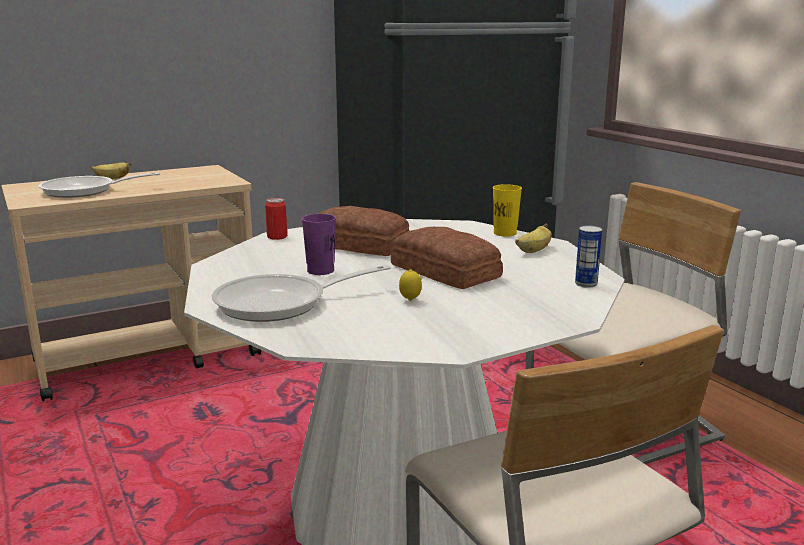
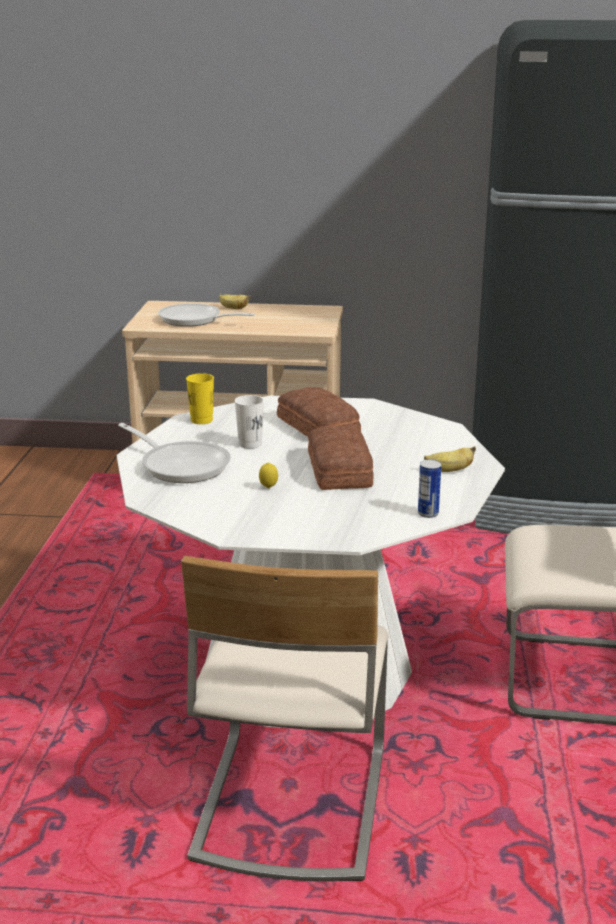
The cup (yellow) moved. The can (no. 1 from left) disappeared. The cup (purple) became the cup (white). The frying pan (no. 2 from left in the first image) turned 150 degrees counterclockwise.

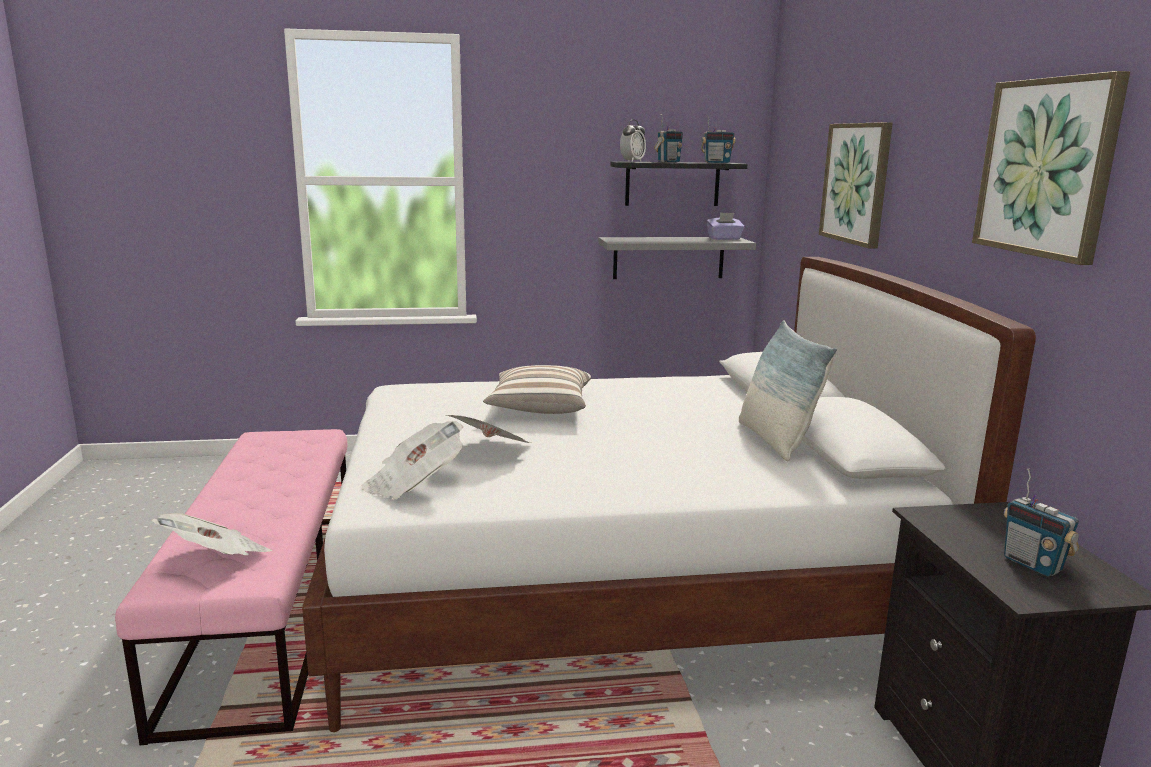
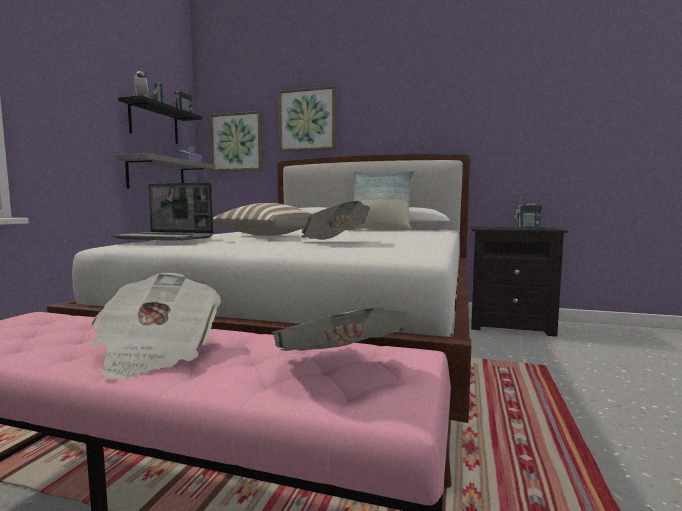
The picture (no. 2 from left in the first image) moved. The newspaper (no. 2 from left in the first image) moved. The laptop appeared.

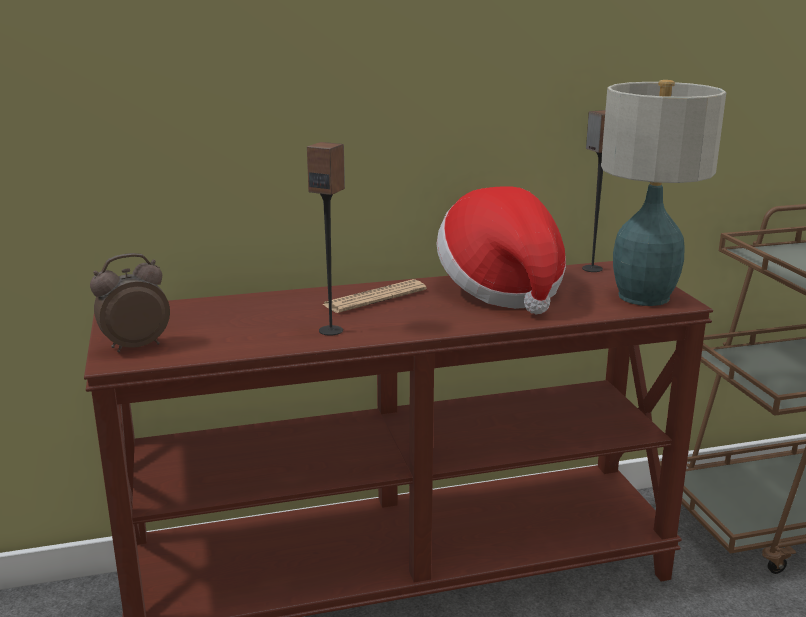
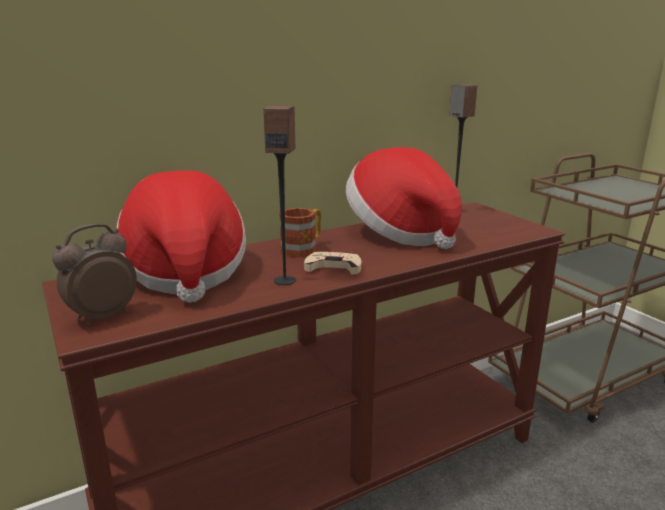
The table lamp disappeared. The newspaper was replaced by the mug. The hat (no. 1 from left) appeared. The game controller (beige) appeared.

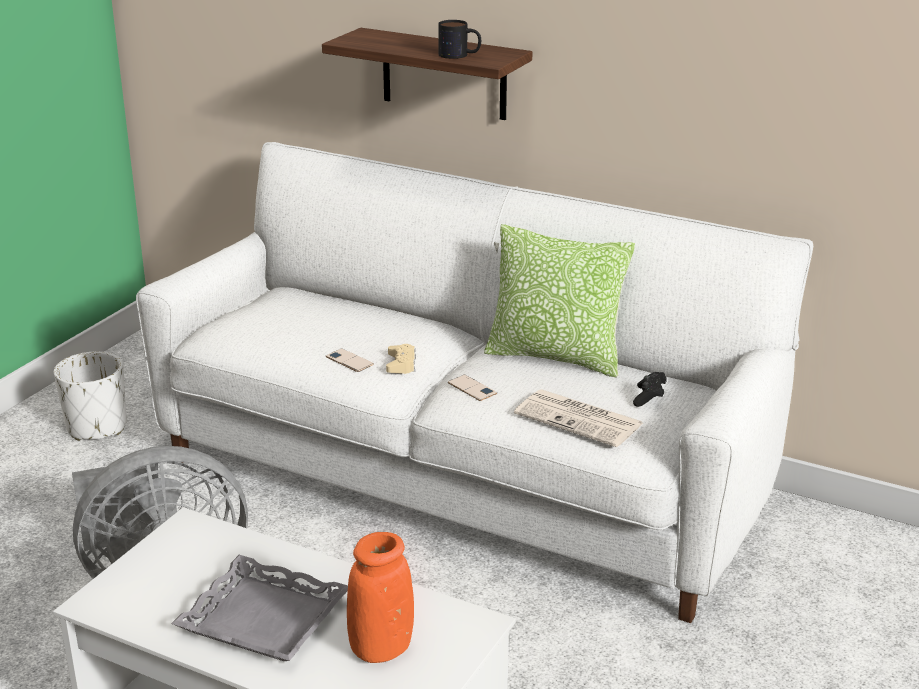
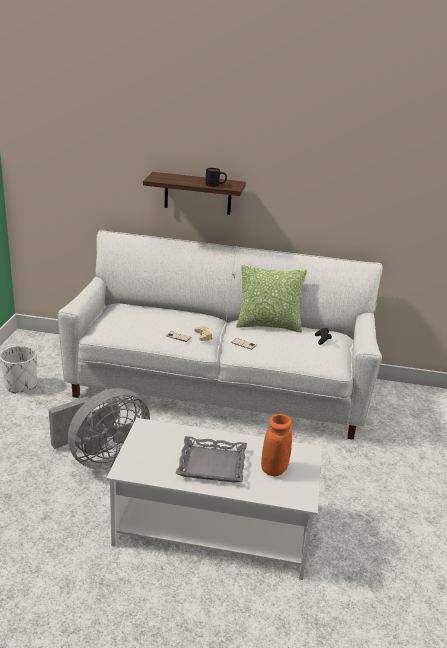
The newspaper disappeared.

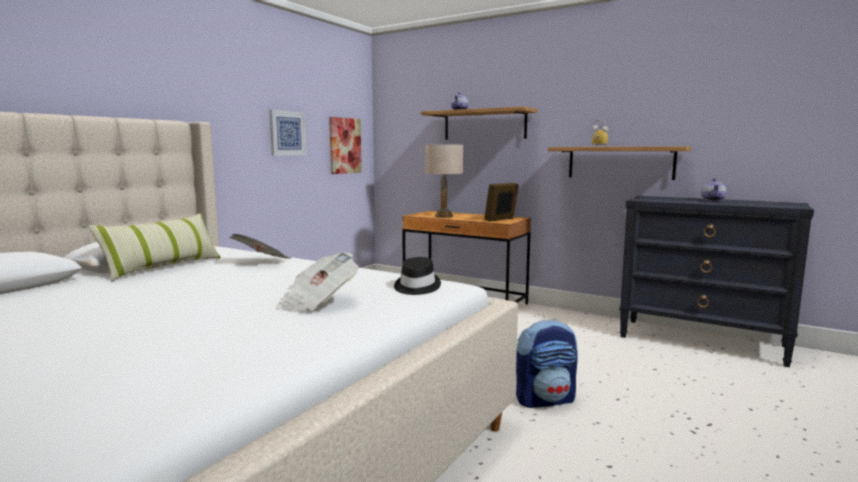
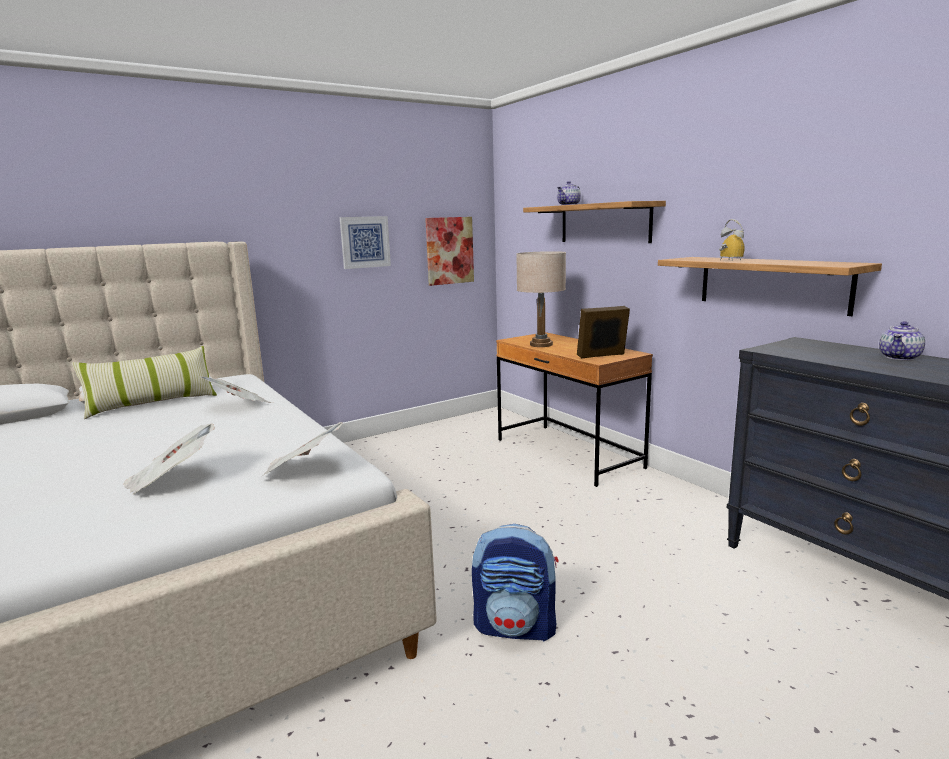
The hat (black) was replaced by the newspaper (no. 3 from left).

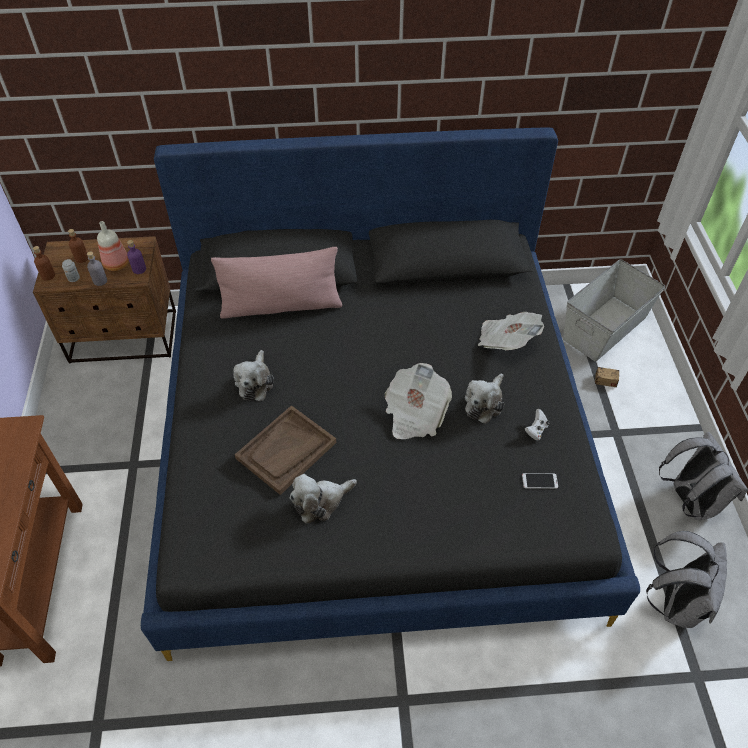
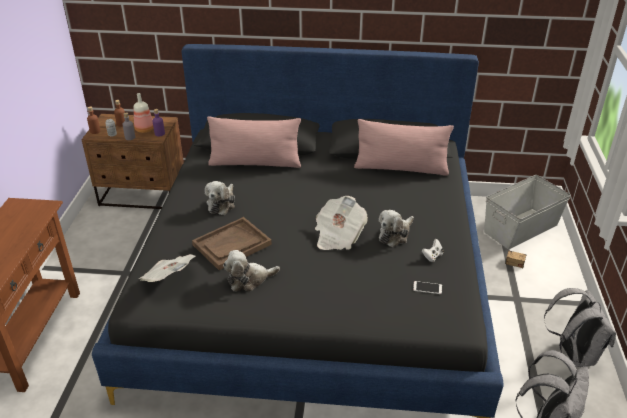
The newspaper (no. 2 from left in the first image) moved. The pillow (pink) (no. 2 from left) appeared.

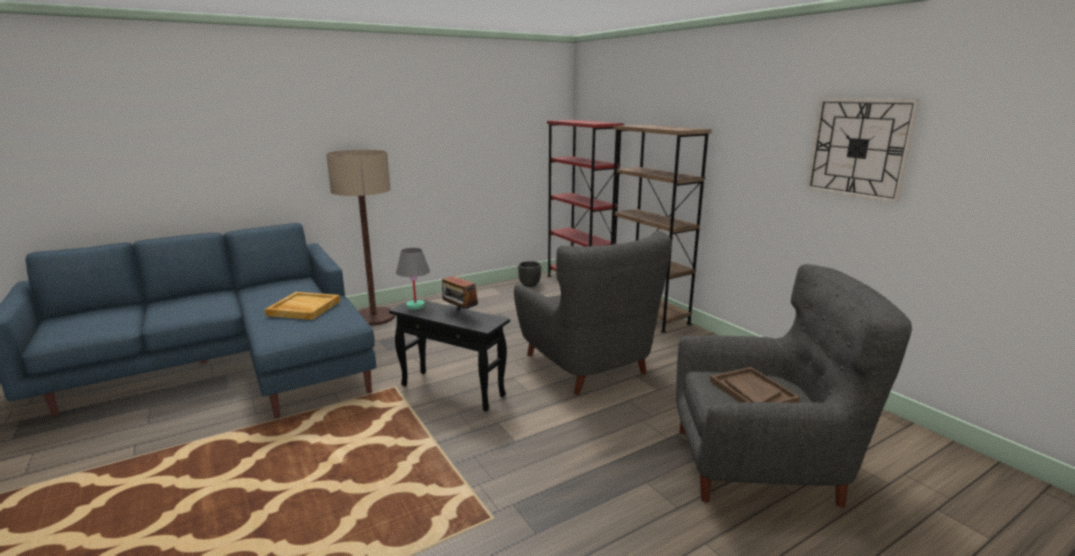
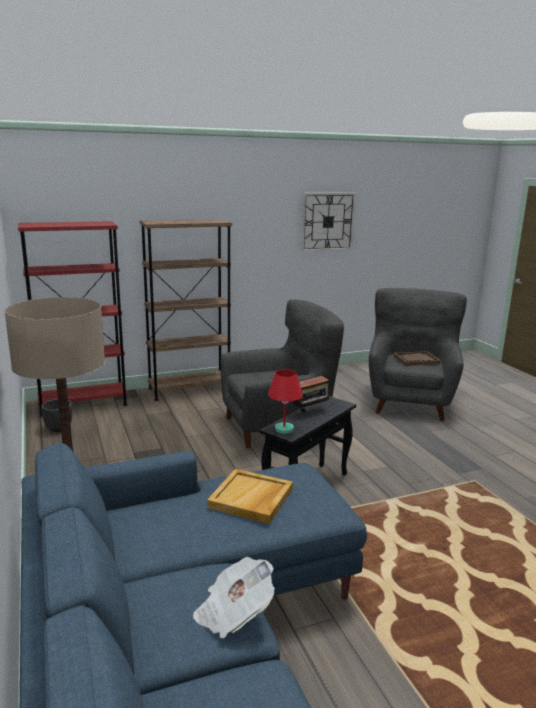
The table lamp (grey) became the table lamp (red). The newspaper appeared.

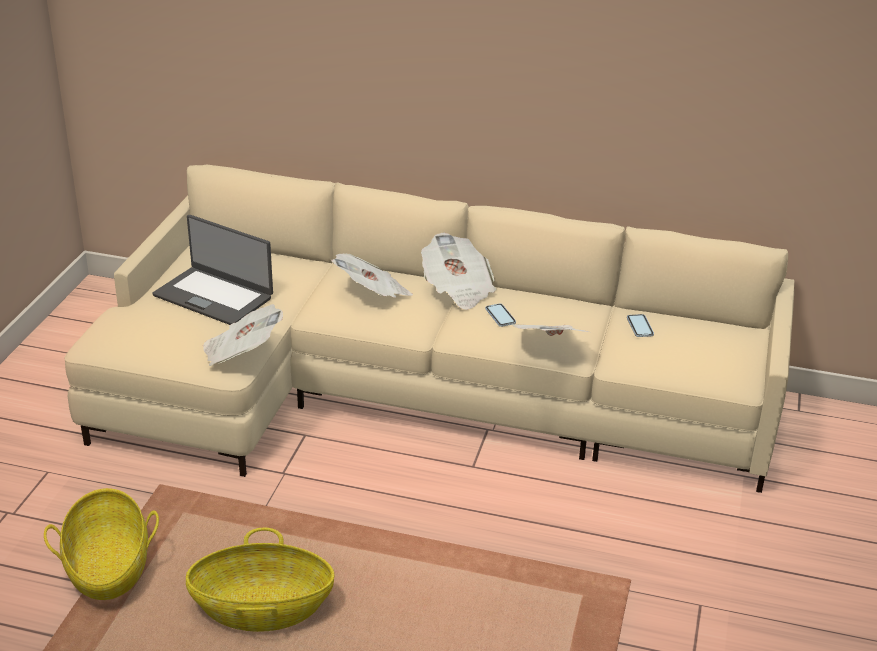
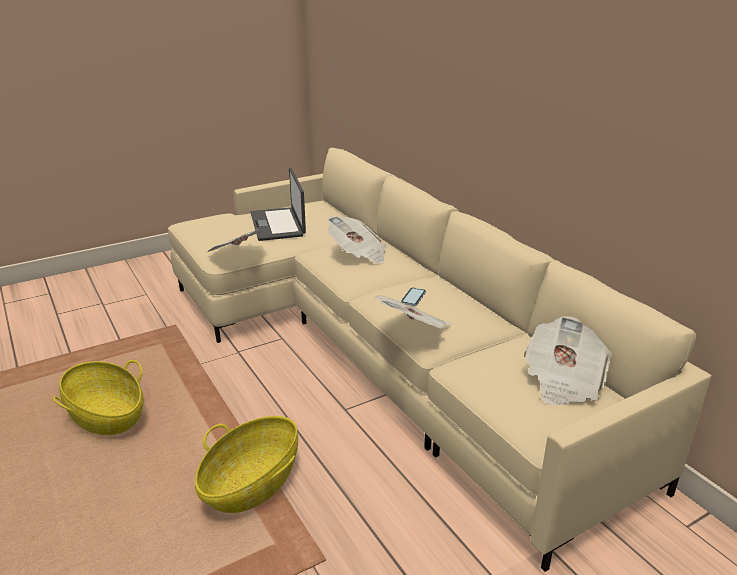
The newspaper (no. 3 from left in the first image) moved. The phone (no. 2 from left) disappeared. The basket (no. 1 from left in the first image) moved.

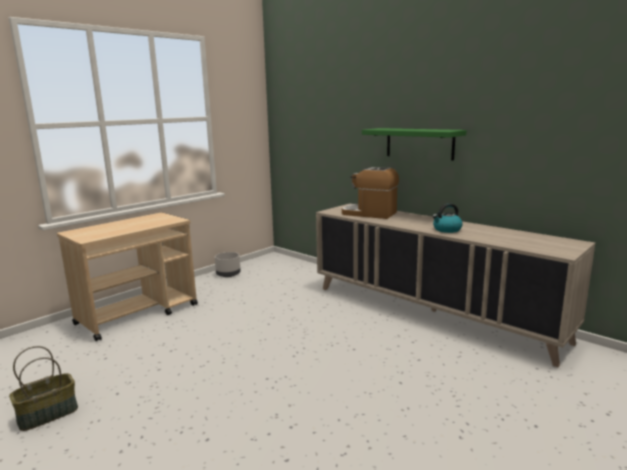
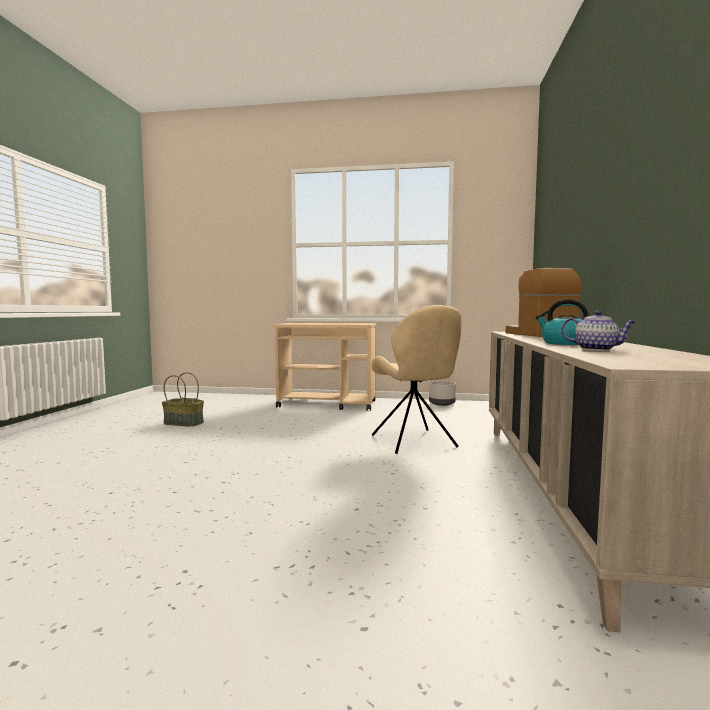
The shelf (green) disappeared. The chair (beige) appeared. The teapot appeared.

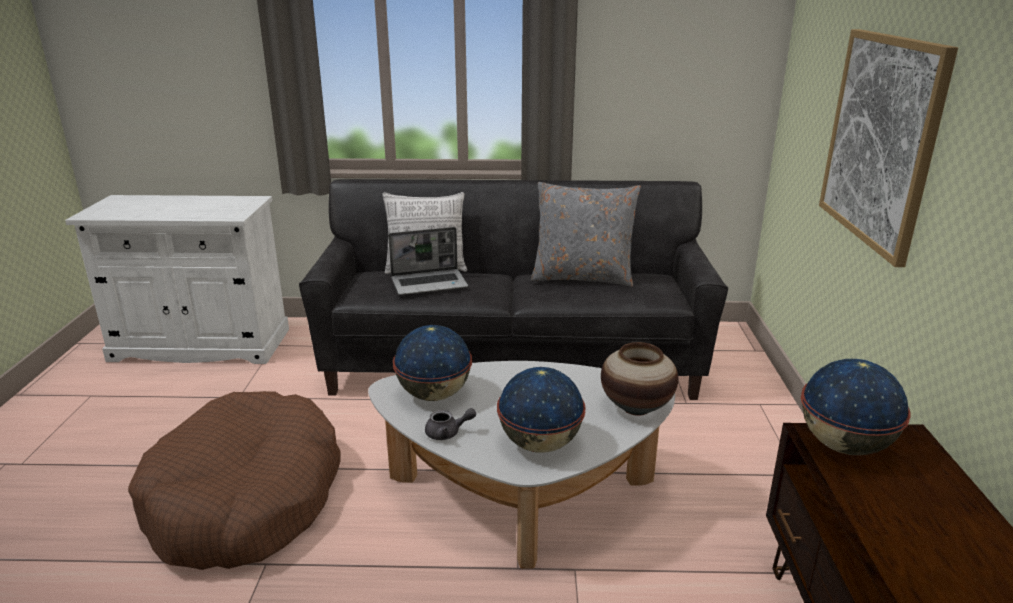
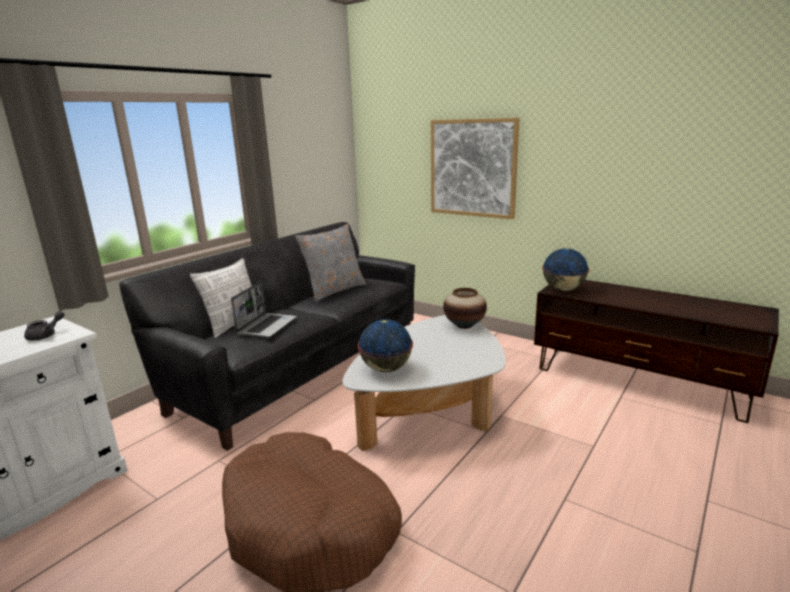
The globe (no. 2 from left) disappeared. The teapot (grey) moved.

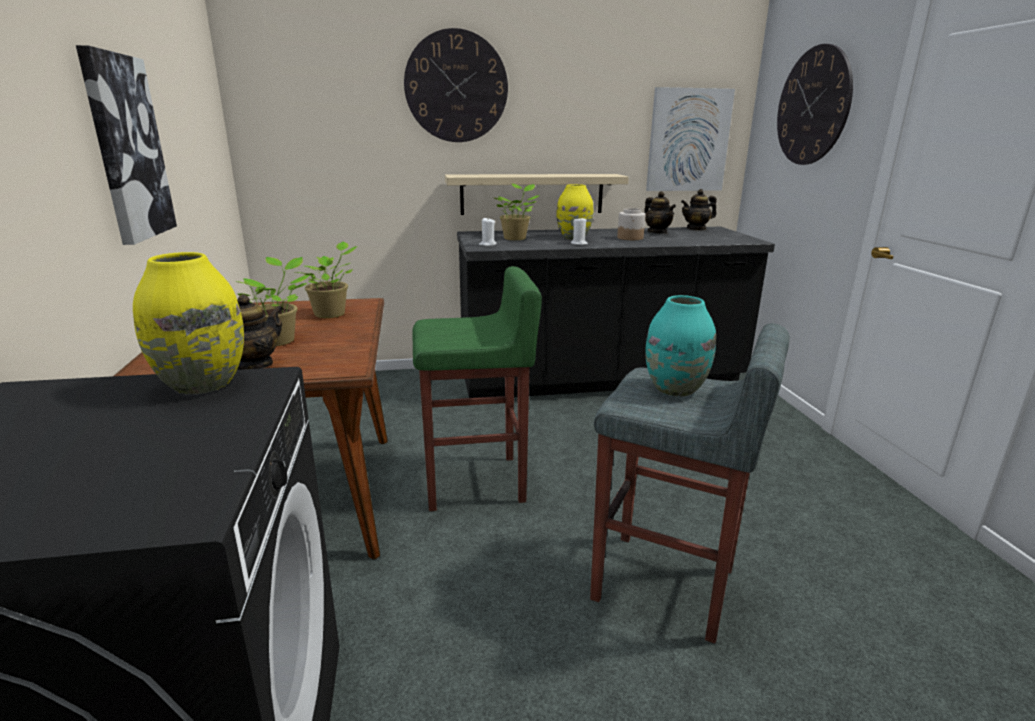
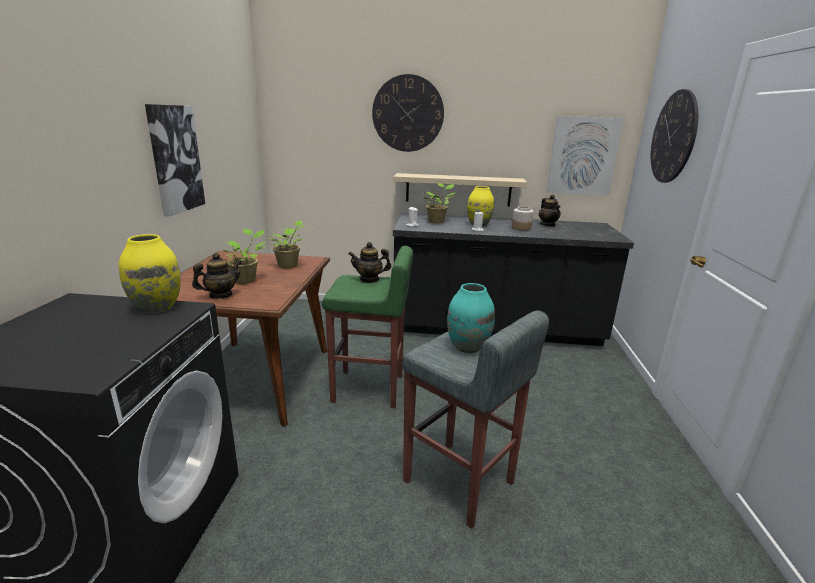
The teapot (no. 3 from left in the first image) moved.

